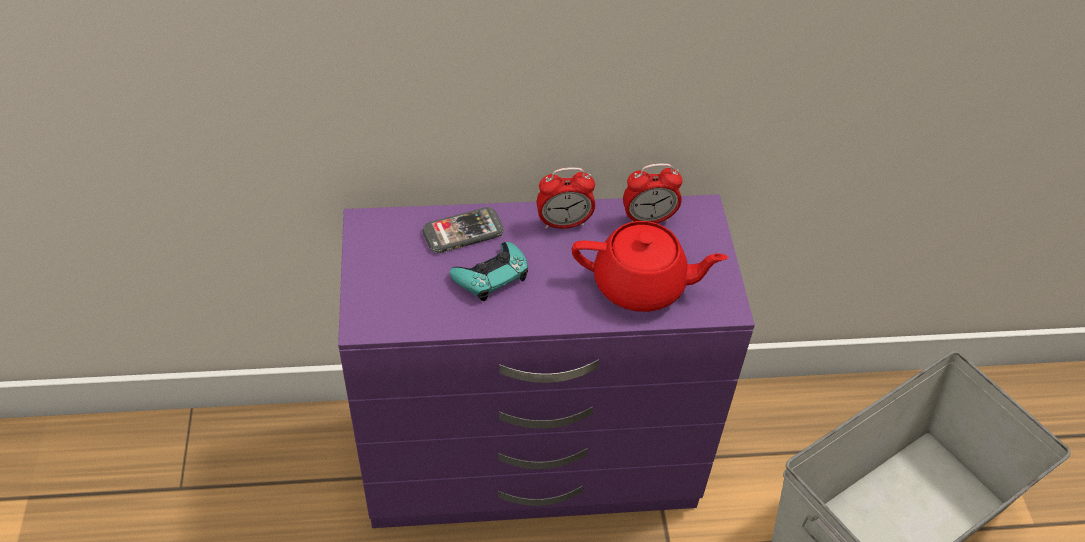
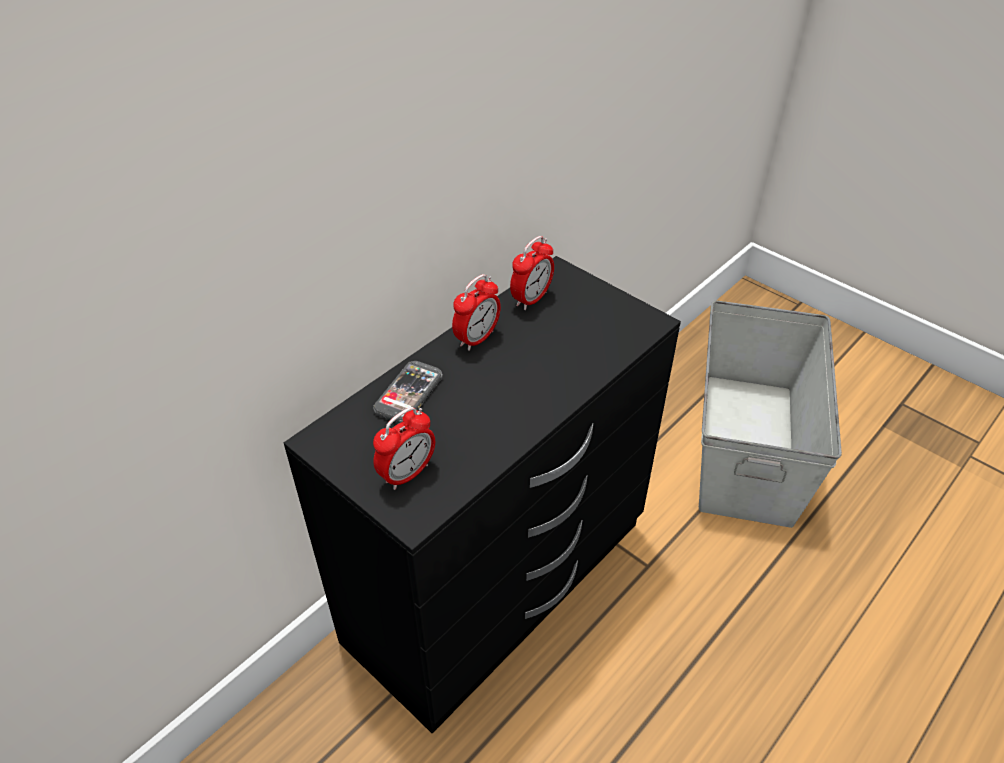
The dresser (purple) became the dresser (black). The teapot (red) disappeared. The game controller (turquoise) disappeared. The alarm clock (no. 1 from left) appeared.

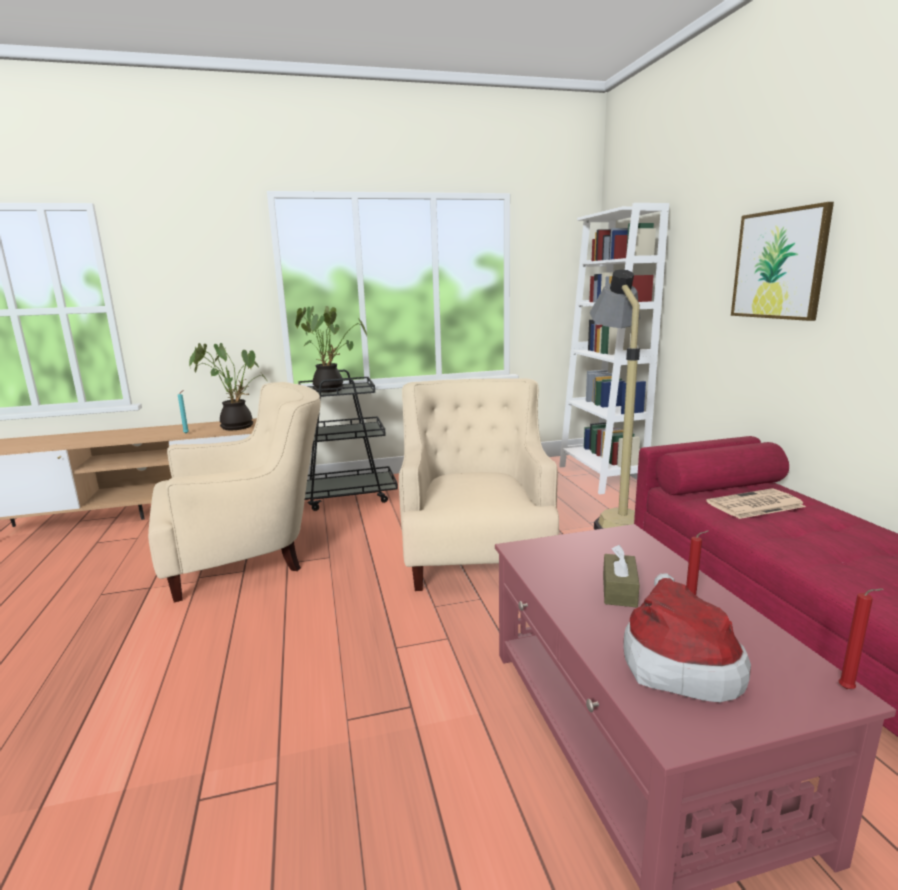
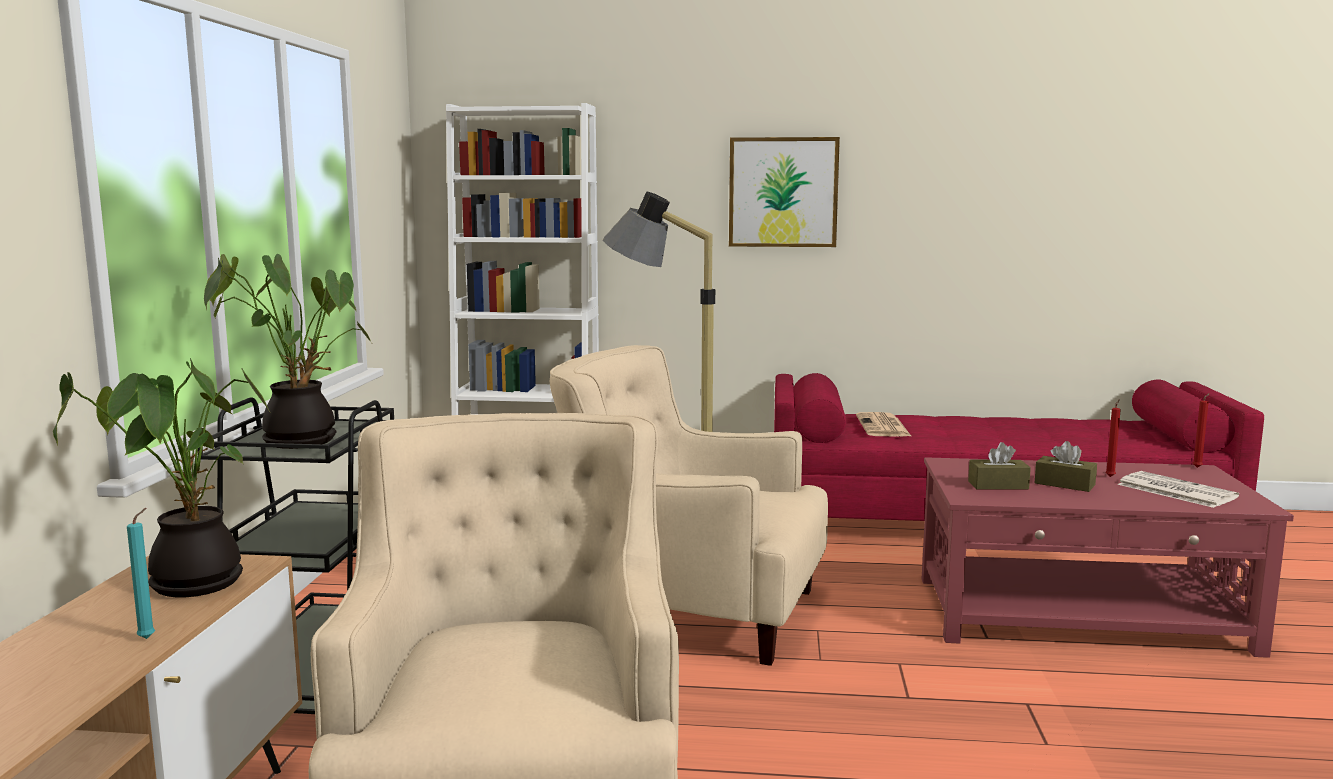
The hat was replaced by the newspaper (no. 2 from left). The tissue box (brown) (no. 1 from left) appeared.

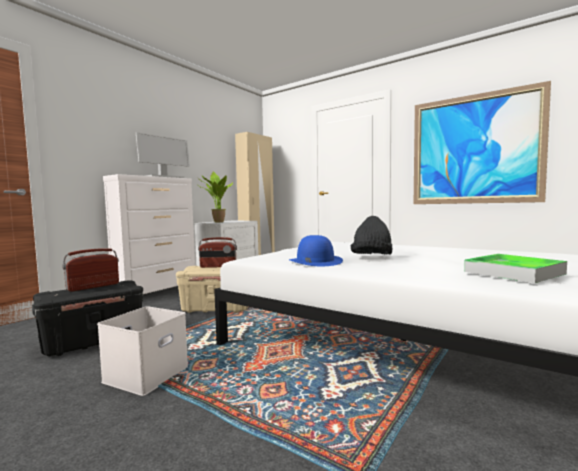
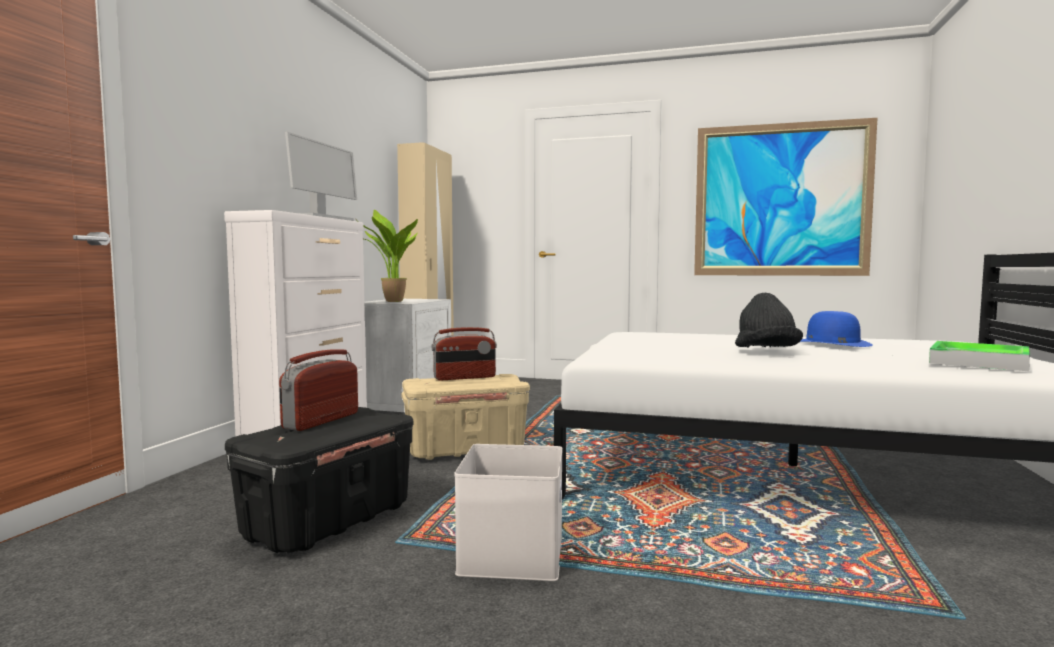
The hat (blue) moved.

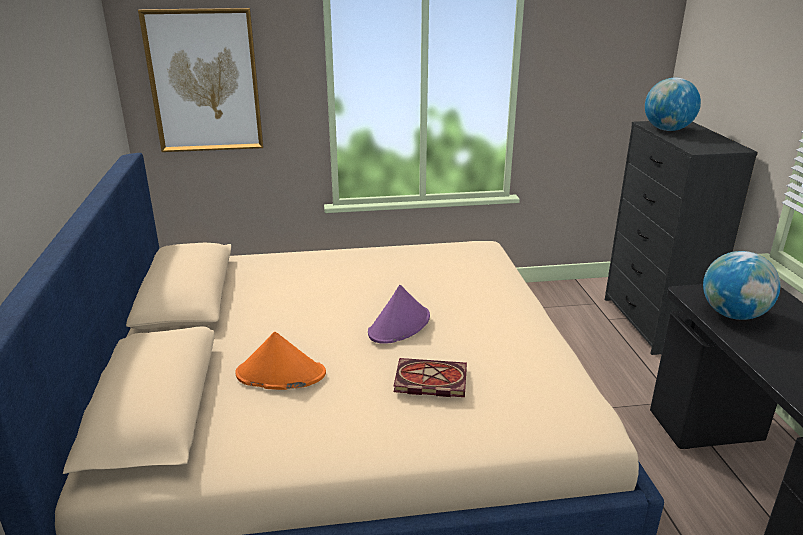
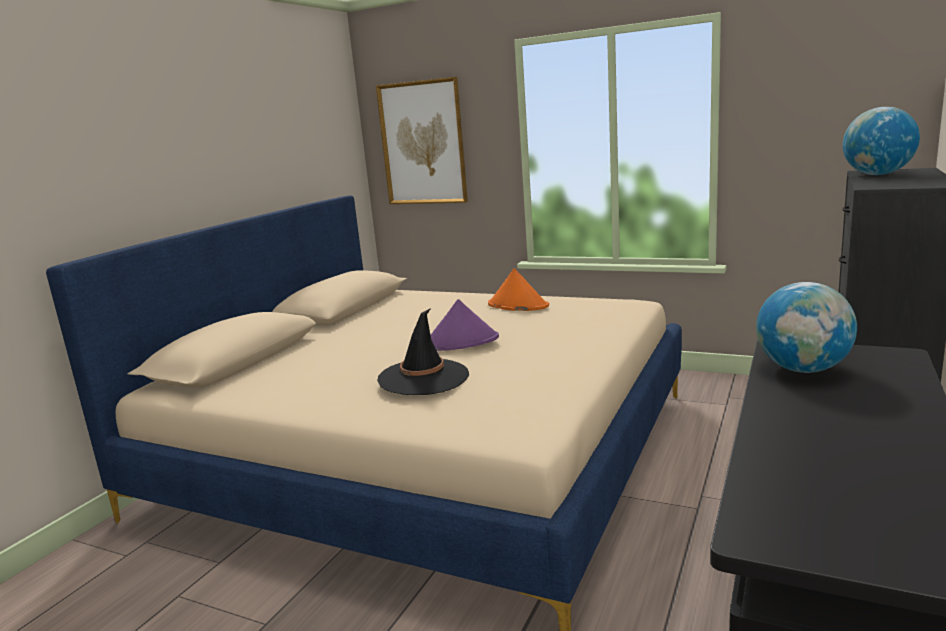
The hat (orange) moved. The book was replaced by the hat (black).

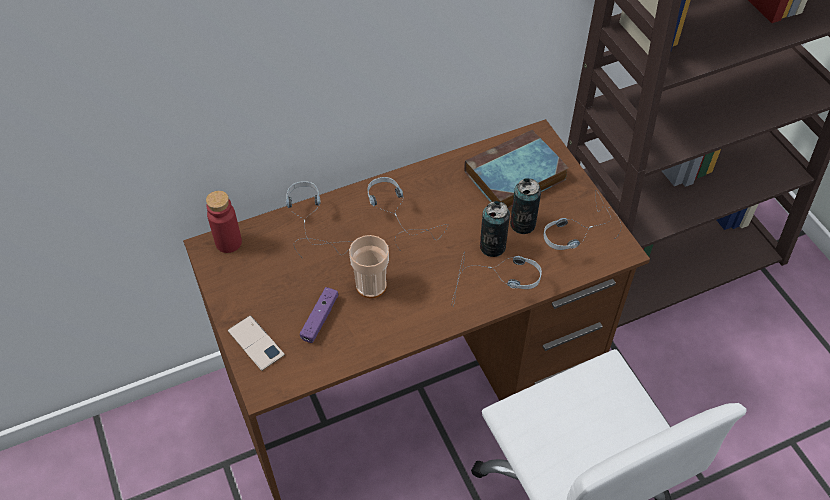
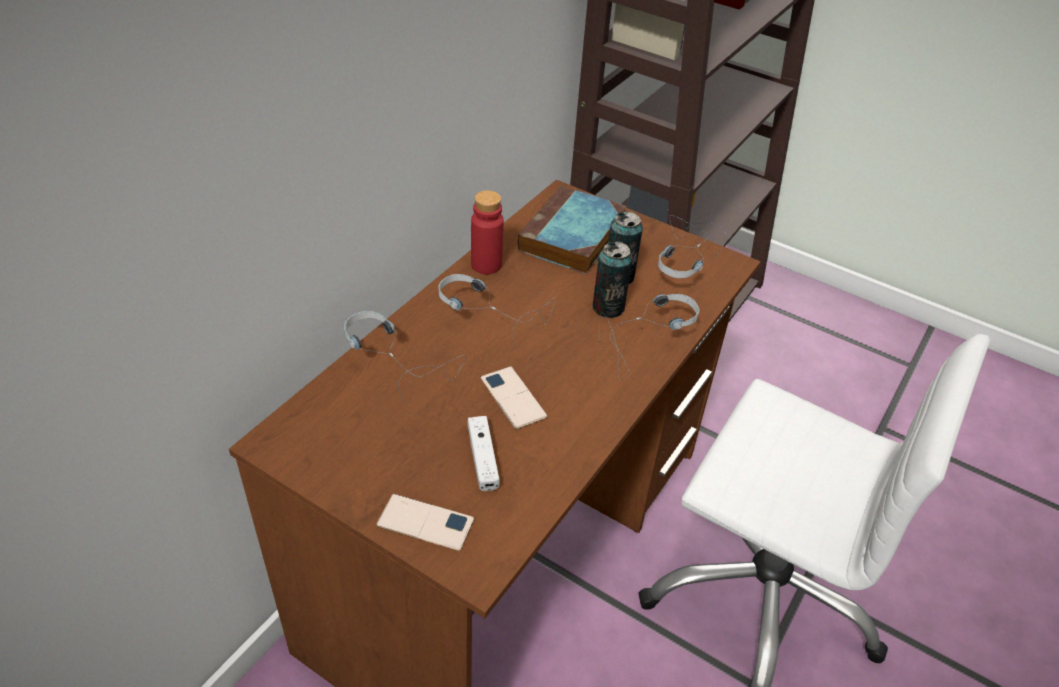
The bottle (red) moved. The cup was replaced by the phone (no. 2 from left). The game controller (purple) became the game controller (white).

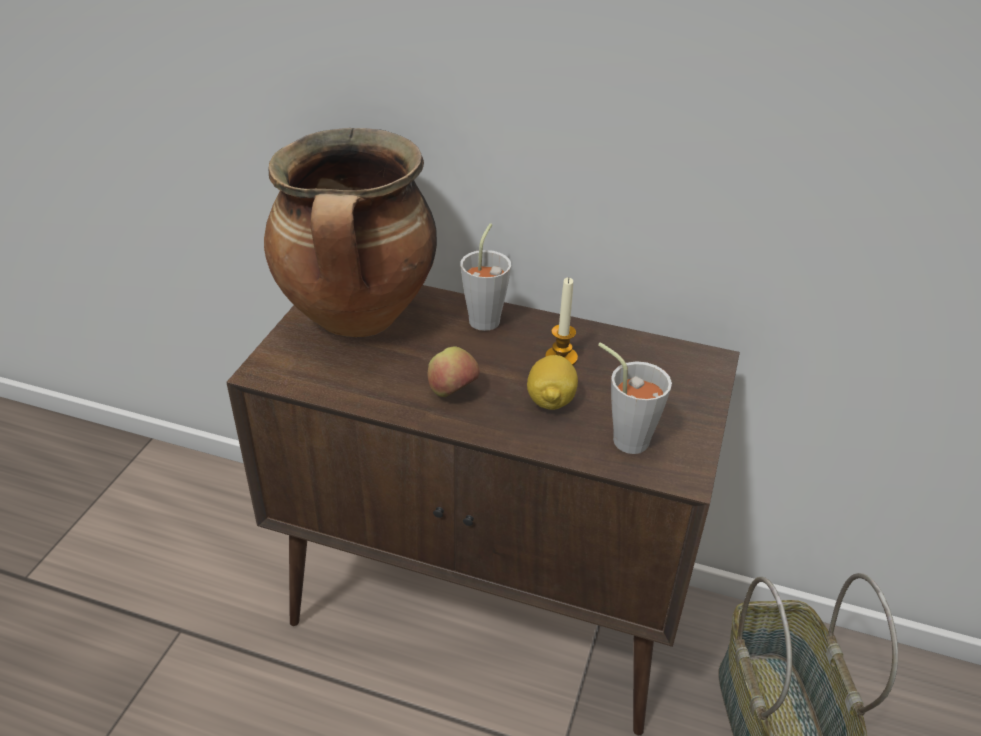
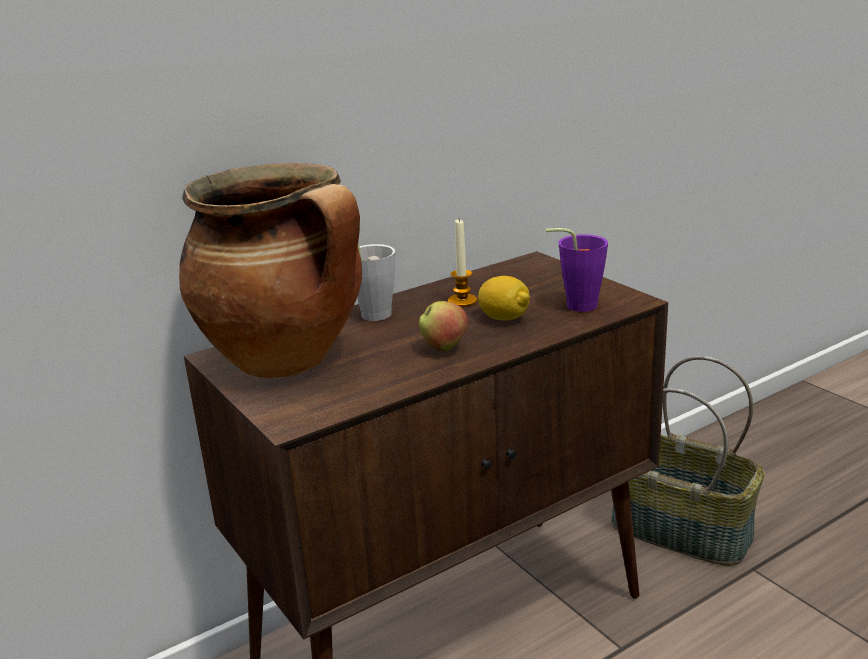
The cup (grey) (no. 2 from left) became the cup (purple).

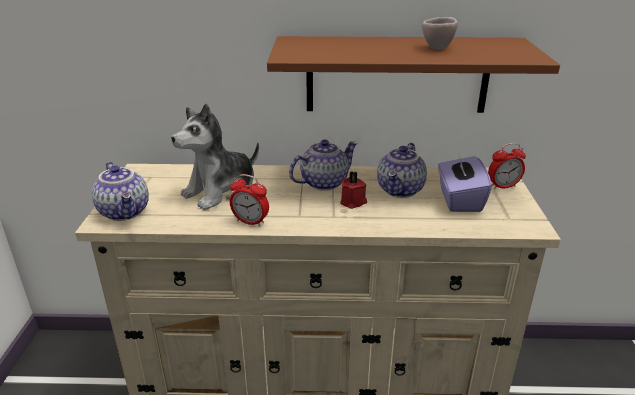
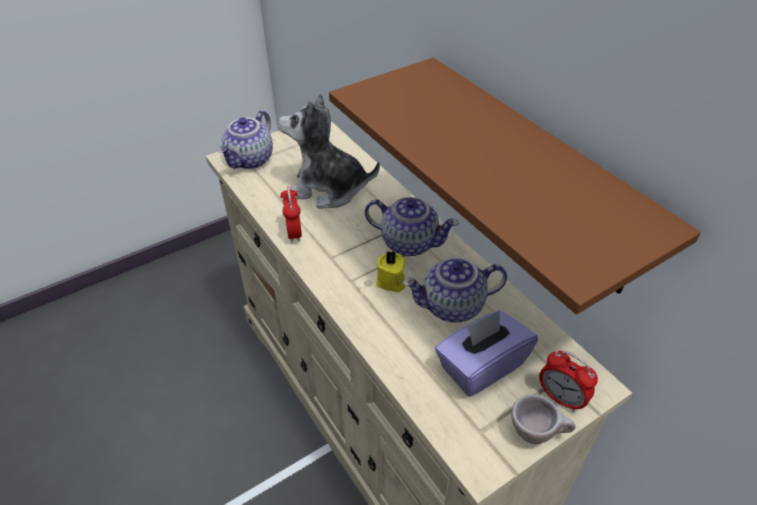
The cup (beige) moved. The candle (red) became the candle (yellow).

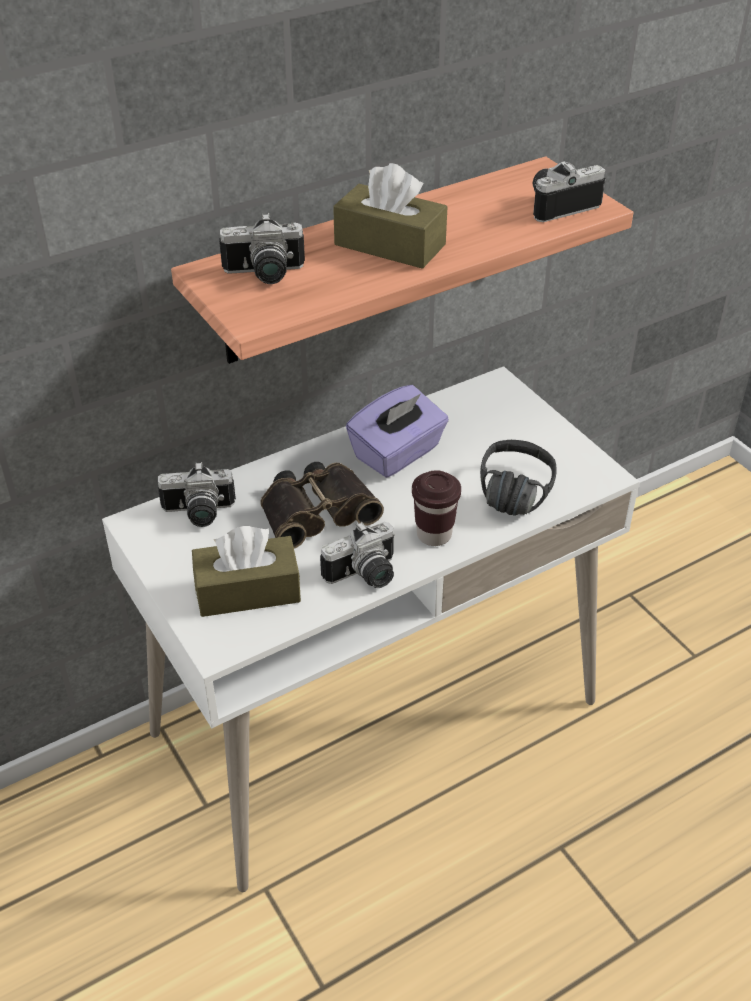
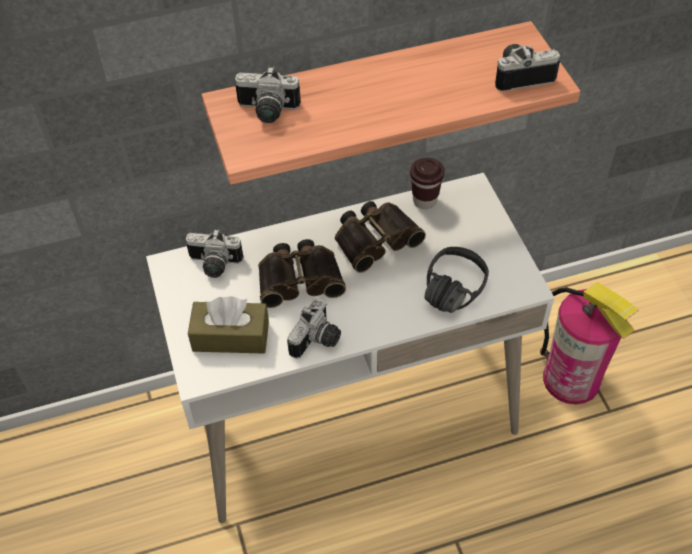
The tissue box (brown) (no. 2 from left) disappeared. The tissue box (purple) was replaced by the binoculars (no. 2 from left). The cup (brown) moved. The photo camera (no. 3 from left) turned 45 degrees counterclockwise. The fire extinguisher appeared.

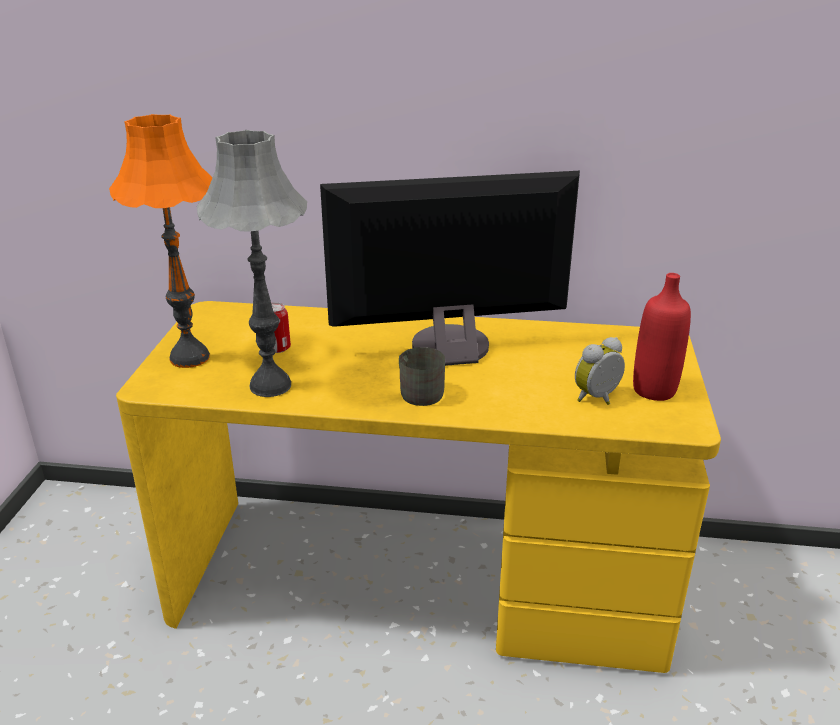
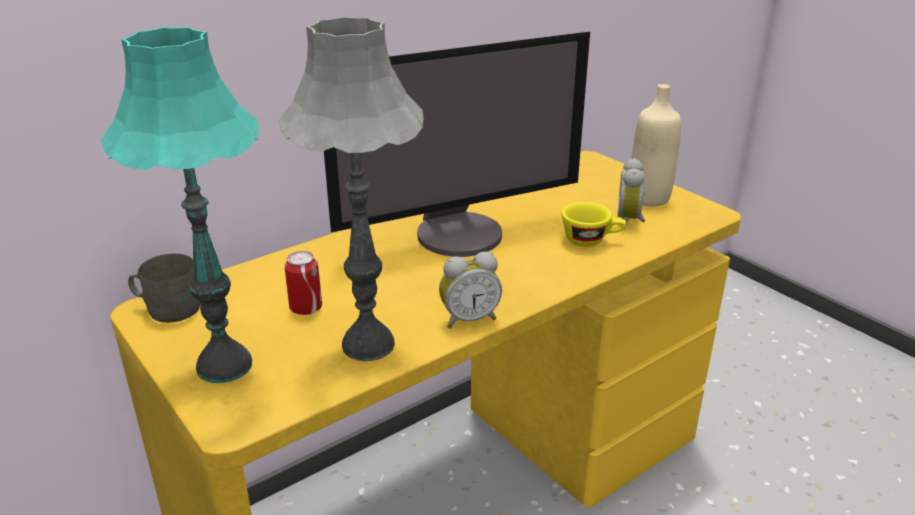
The table lamp (orange) became the table lamp (turquoise). The monitor turned 150 degrees counterclockwise. The bottle (red) became the bottle (beige). The mug (grey) moved. The cup (yellow) appeared. The alarm clock (no. 1 from left) appeared.

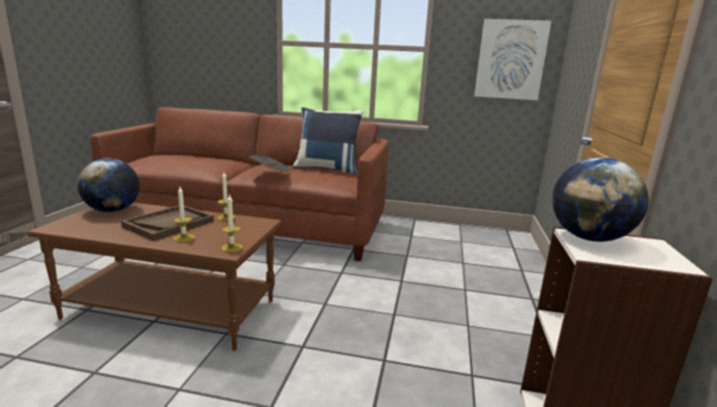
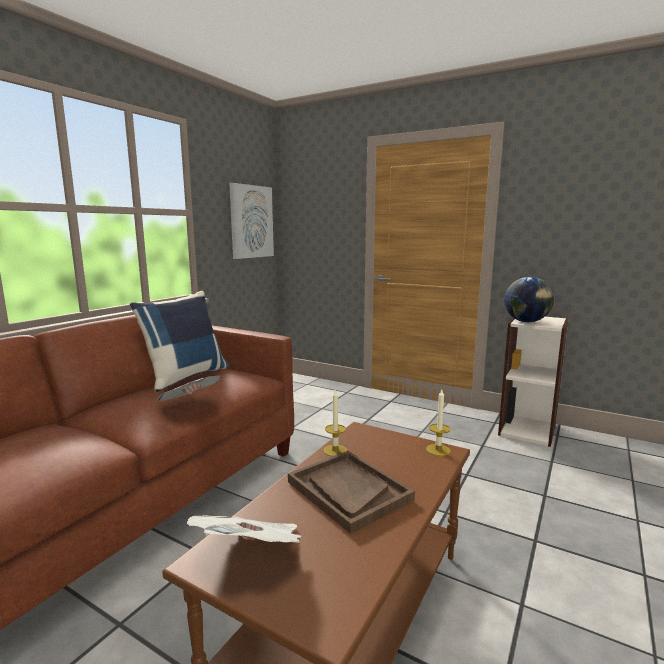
The globe (no. 1 from left) was replaced by the newspaper (no. 2 from left). The candle (no. 1 from left) disappeared.

